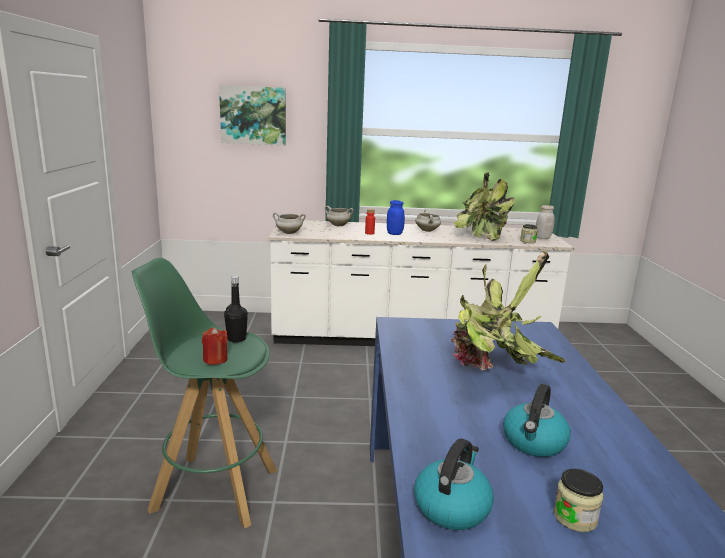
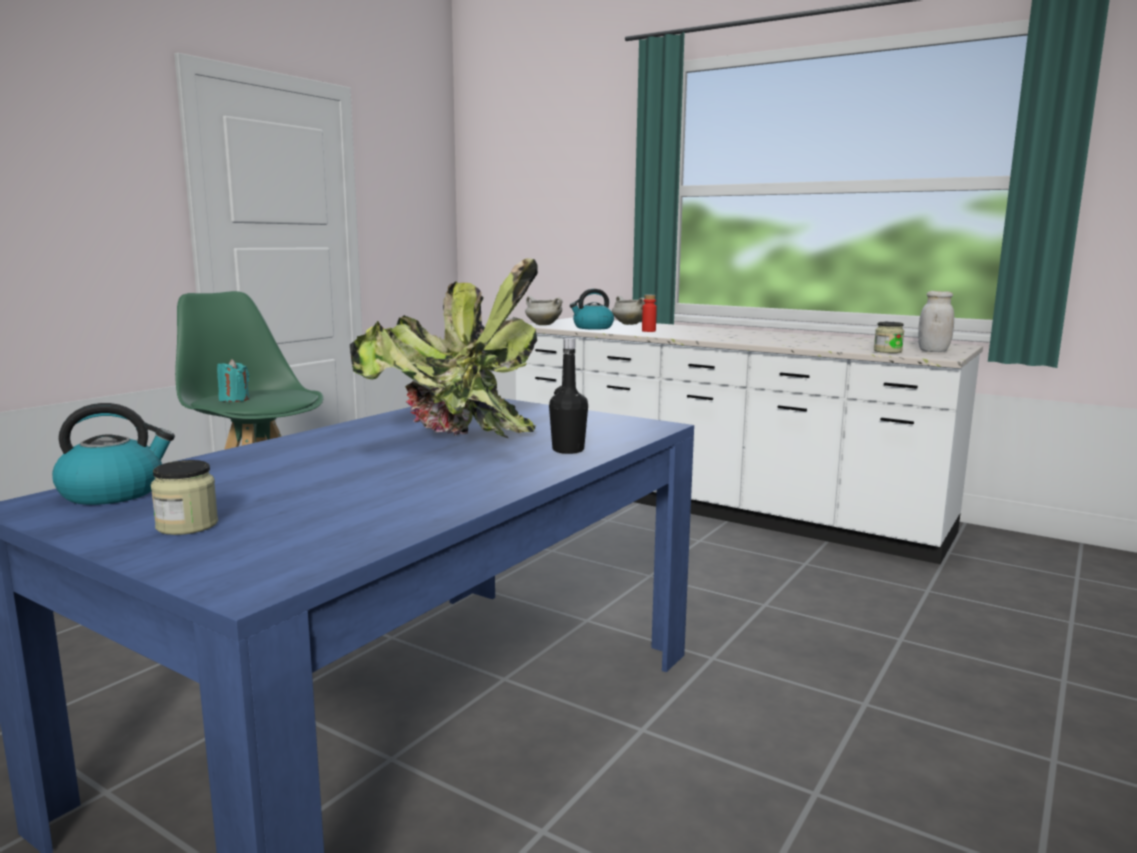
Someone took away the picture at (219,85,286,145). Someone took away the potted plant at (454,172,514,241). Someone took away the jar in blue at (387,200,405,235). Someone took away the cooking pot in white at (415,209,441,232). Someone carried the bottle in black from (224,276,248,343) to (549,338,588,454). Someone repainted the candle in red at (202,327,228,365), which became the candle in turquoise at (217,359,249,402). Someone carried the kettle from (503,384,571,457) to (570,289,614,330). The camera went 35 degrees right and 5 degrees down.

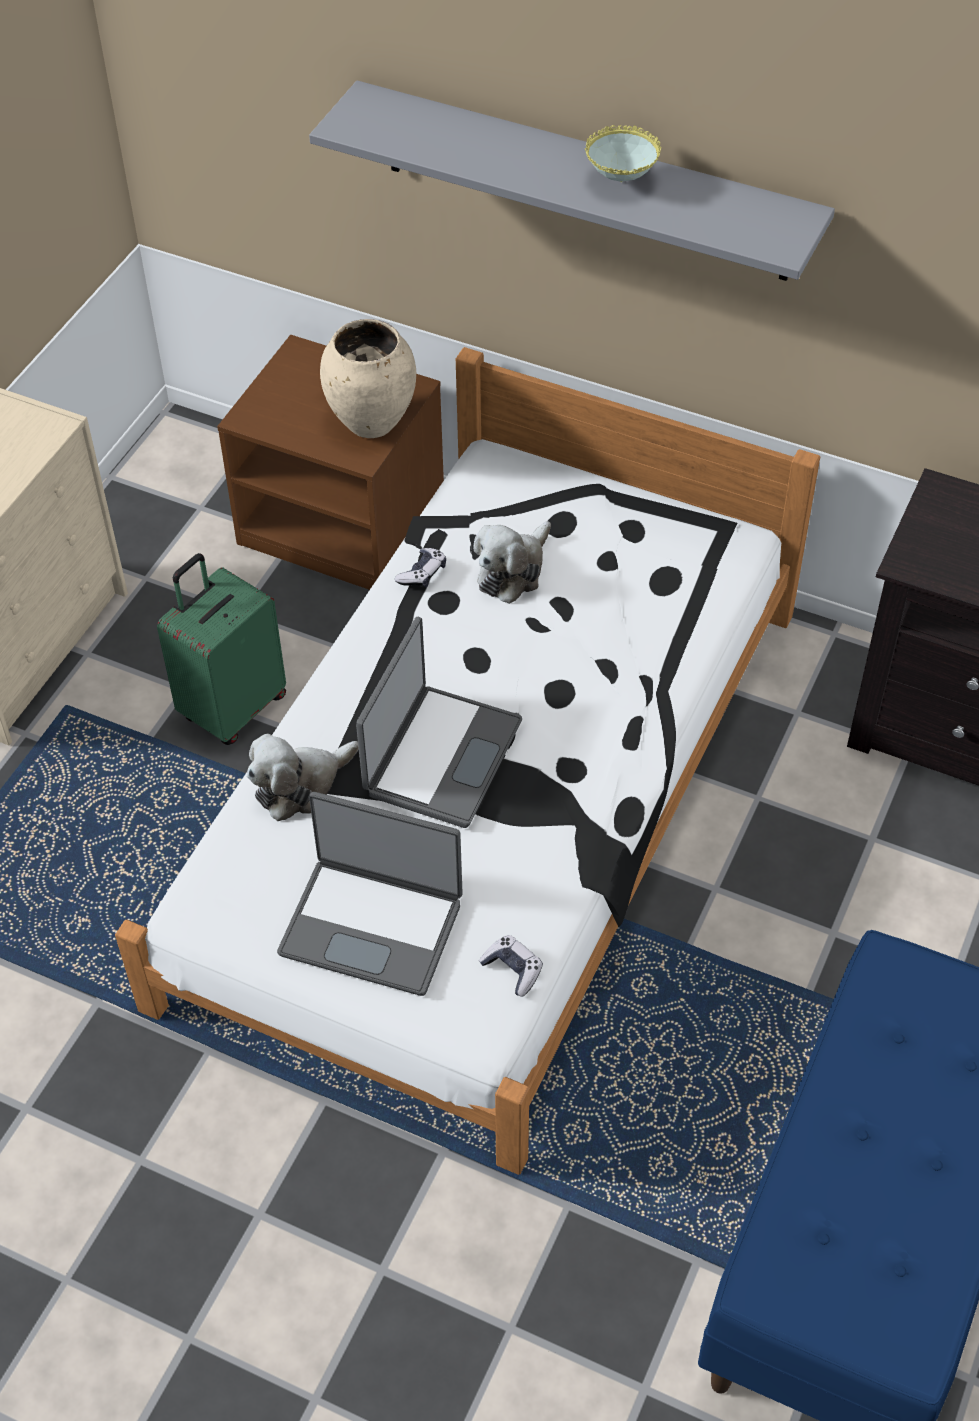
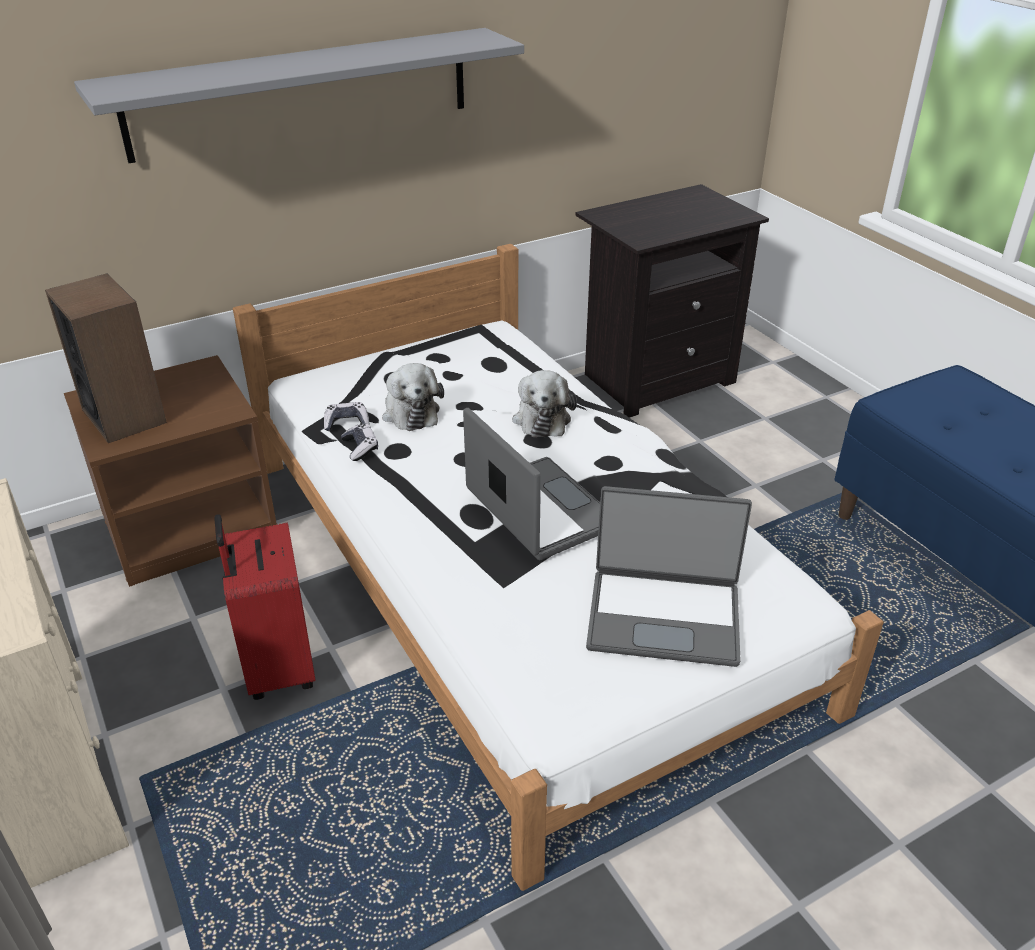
Someone took away the bowl at (585,125,661,182). Someone took away the vase in beige at (320,319,416,438). Someone repainted the suitcase in green at (157,553,286,745), which became the suitcase in red at (214,514,316,700). Someone carried the plush toy from (247,733,359,821) to (512,370,577,437). Someone rotated the laptop at (277,792,463,996) by 45 degrees clockwise. Someone carried the game controller from (479,935,543,997) to (324,402,369,431). Someone put down the speaker at (45,273,167,443). The camera went 55 degrees left and 15 degrees down.

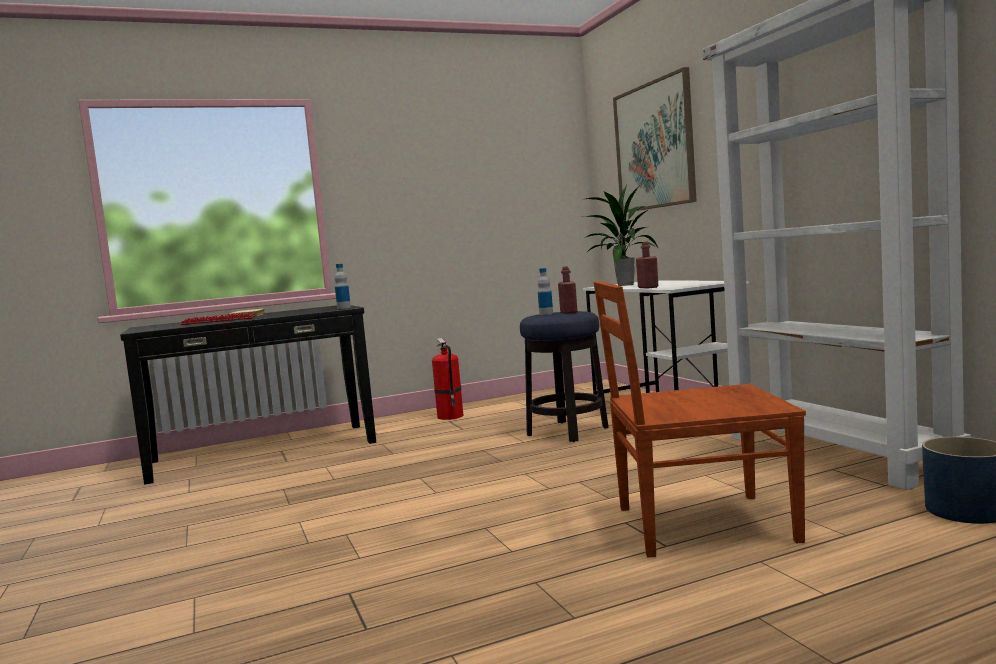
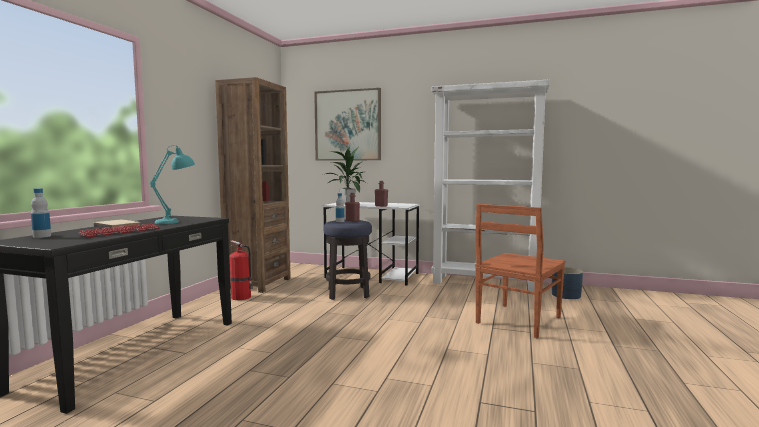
Someone carried the bottle from (335,264,351,309) to (31,188,51,238). Someone put down the bookcase in brown at (215,77,291,293). Someone put down the table lamp in turquoise at (150,145,195,224). The camera went 50 degrees left and 0 degrees up.

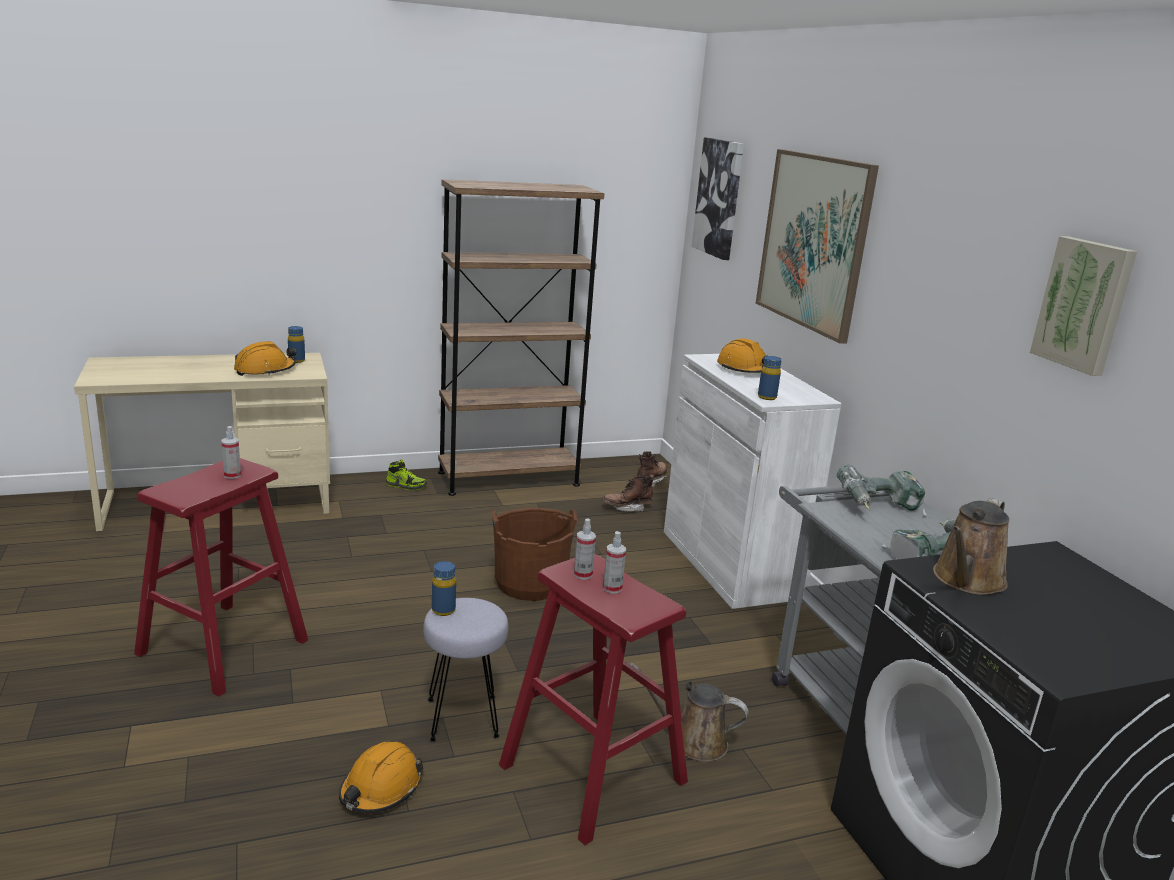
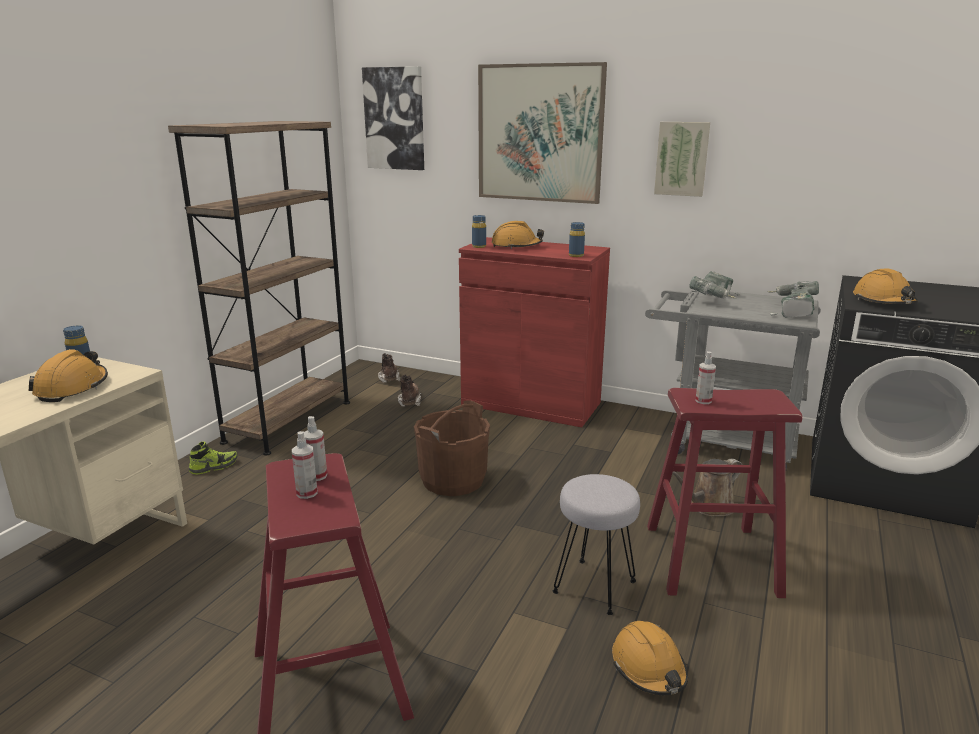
Someone carried the picture from (1030,236,1137,376) to (654,122,710,197). Someone repainted the cabinet in white at (664,354,842,609), which became the cabinet in red at (459,237,610,427). Someone rotated the boot in brown at (602,474,655,511) by 150 degrees clockwise. Someone swapped the watering can in brown at (933,498,1009,595) for the hard hat in orange at (853,269,918,304). Someone carried the spray bottle from (603,531,626,594) to (292,431,318,499). Someone carried the bottle in blue from (432,561,456,616) to (472,215,486,248). The camera went 45 degrees left and 0 degrees up.

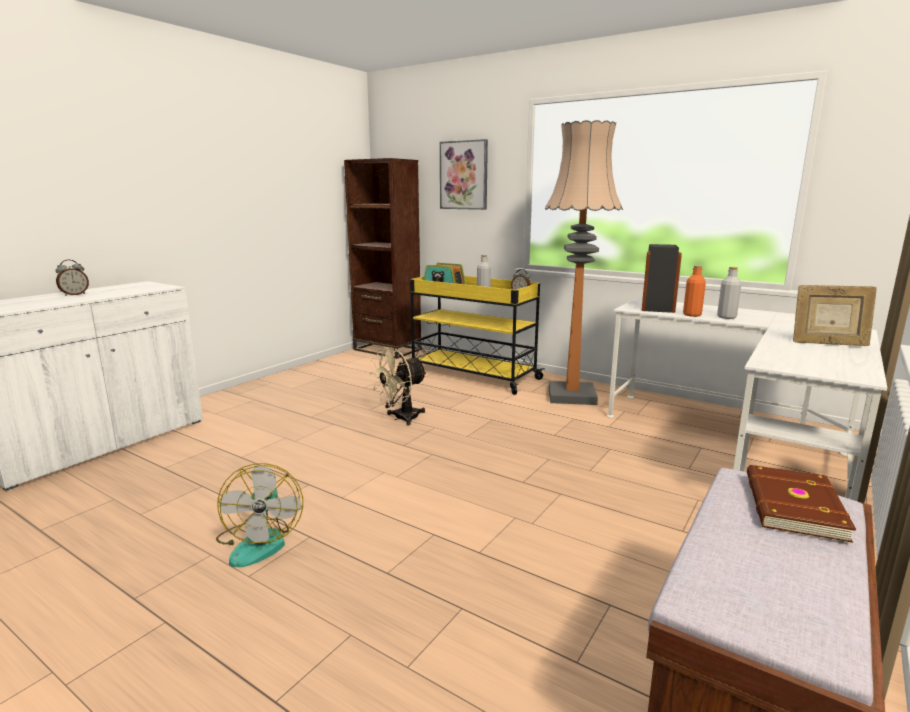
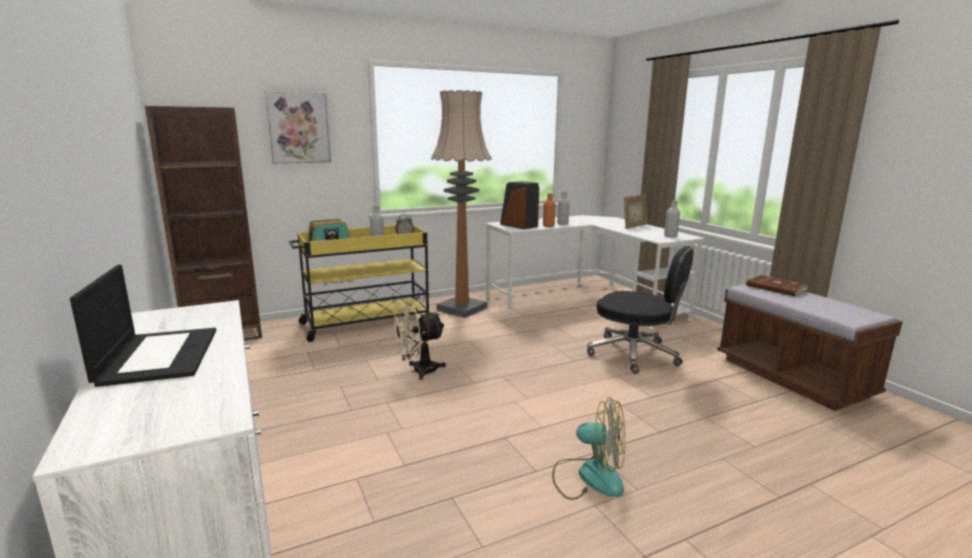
Someone swapped the alarm clock at (56,260,89,296) for the laptop at (70,265,216,387). Someone rotated the fan in beige at (370,347,427,425) by 75 degrees clockwise. Someone put down the bottle in grey at (664,201,680,238). Someone put down the office chair in black at (587,246,693,374). The camera went 60 degrees left and 0 degrees up.

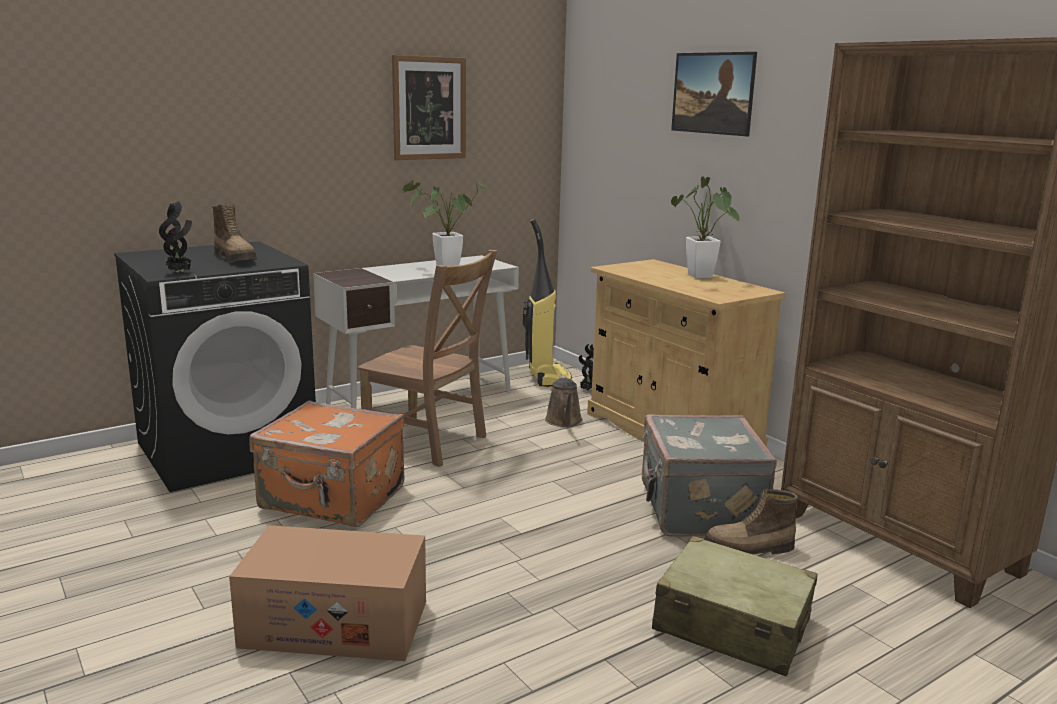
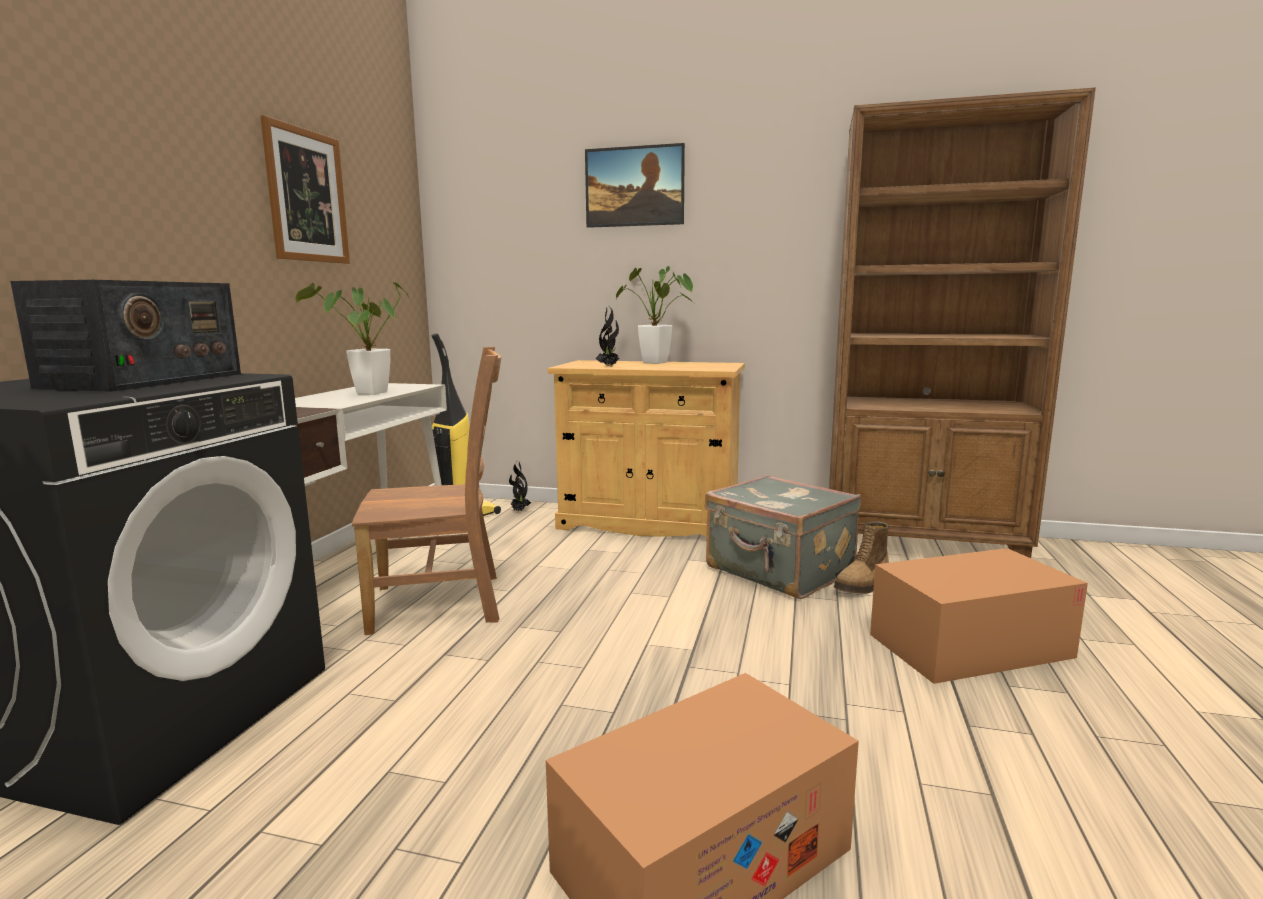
Someone carried the potted plant from (159,201,192,273) to (595,306,619,366). Someone swapped the boot at (212,204,257,262) for the radio at (10,280,241,392). Someone took away the watering can in brown at (545,376,583,427). Someone took away the suitcase in orange at (249,401,405,527). Someone swapped the suitcase in beige at (652,536,818,676) for the cardboard box at (870,548,1088,684). The camera went 40 degrees left and 5 degrees down.

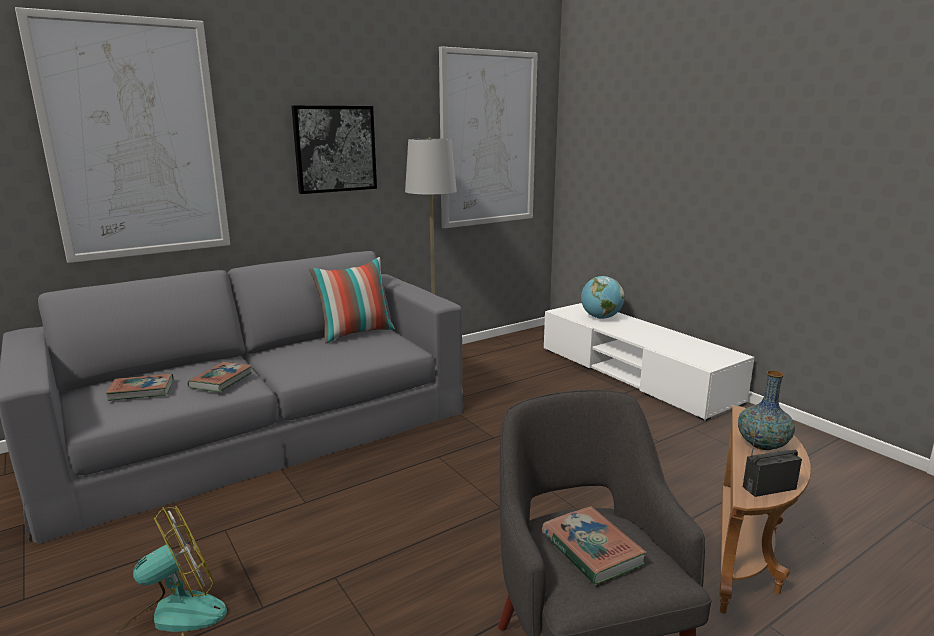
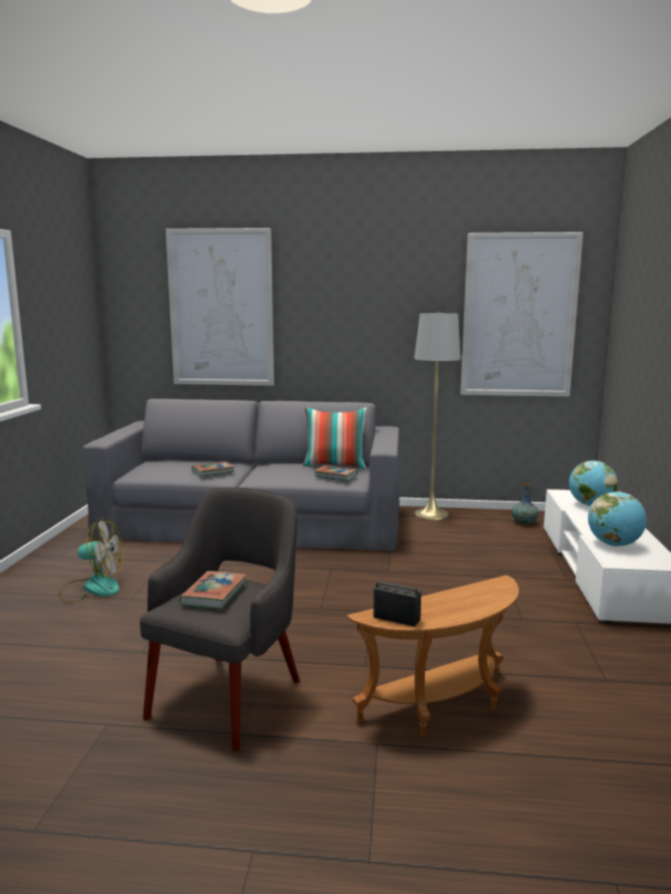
Someone took away the picture at (291,106,377,194). Someone carried the vase from (738,370,795,450) to (512,483,539,525). Someone carried the book from (105,374,174,401) to (314,465,358,481). Someone put down the globe at (588,492,647,546). The camera went 40 degrees right and 5 degrees down.

